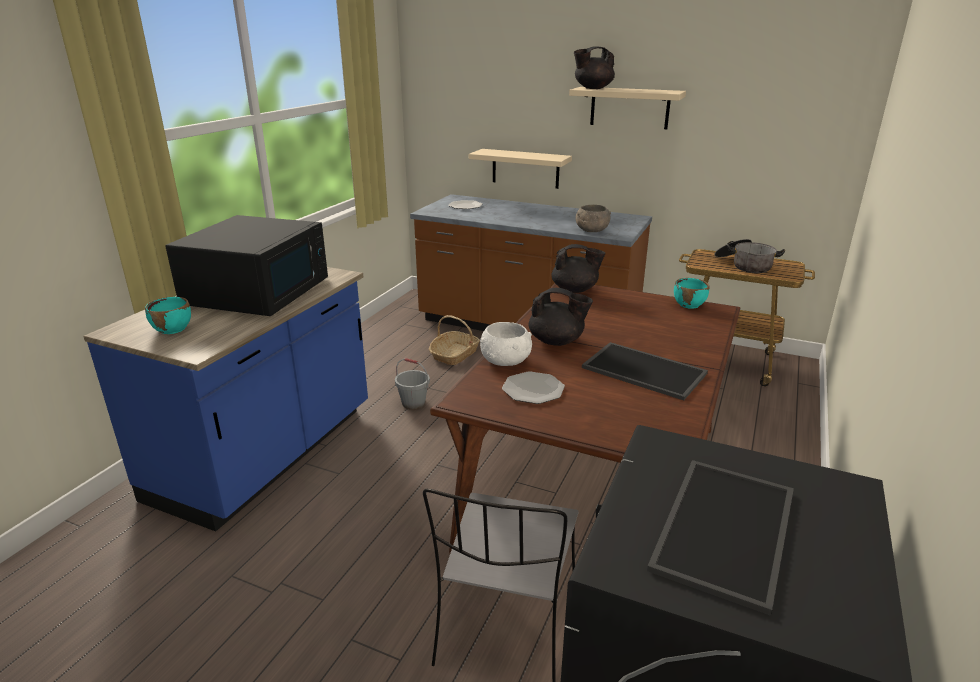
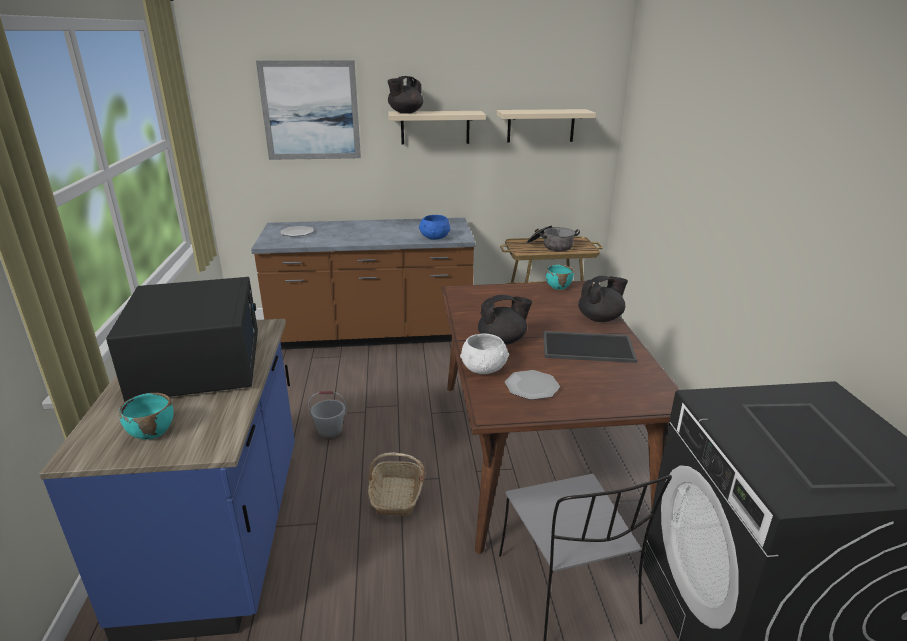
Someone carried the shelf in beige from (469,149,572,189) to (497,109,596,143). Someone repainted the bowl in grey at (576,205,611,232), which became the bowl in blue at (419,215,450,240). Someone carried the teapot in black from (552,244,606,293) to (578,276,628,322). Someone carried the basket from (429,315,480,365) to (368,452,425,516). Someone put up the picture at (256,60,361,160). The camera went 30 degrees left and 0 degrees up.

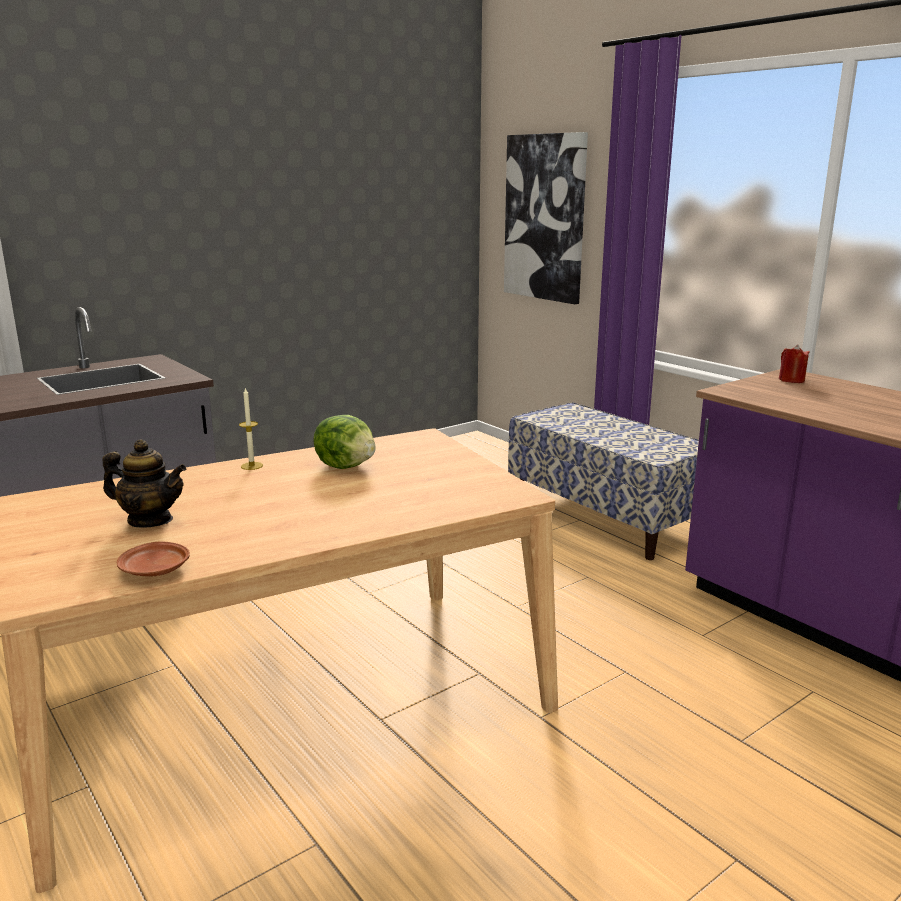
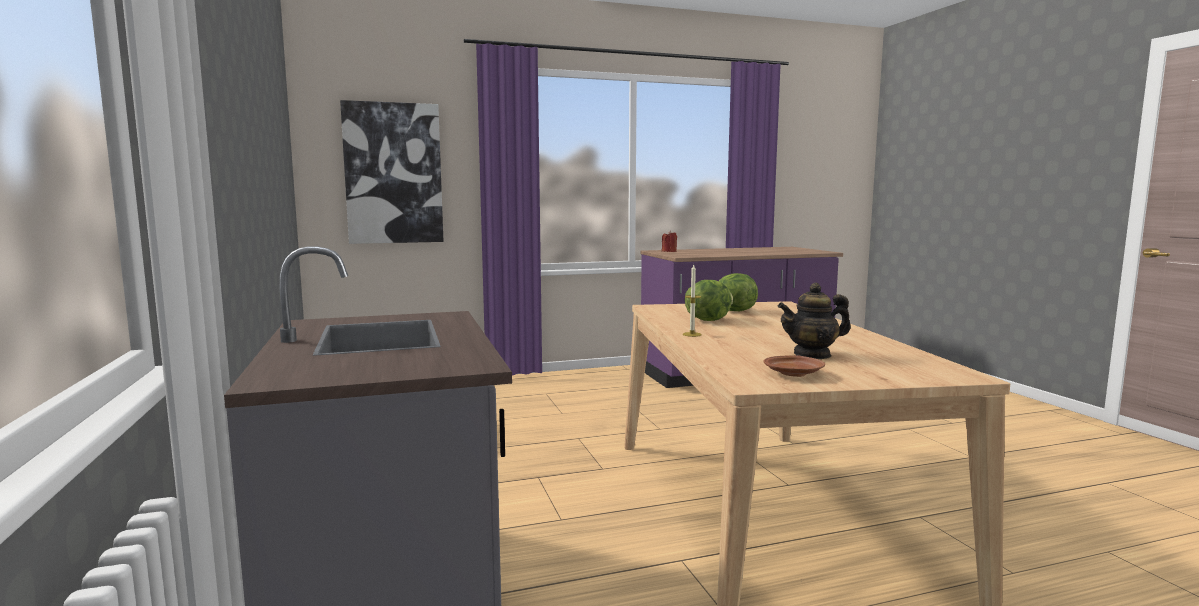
Someone took away the bench at (508,402,699,560). Someone rotated the teapot at (103,439,186,528) by 135 degrees counterclockwise. Someone carried the plate in brown from (117,542,190,576) to (764,355,825,377). Someone put down the lettuce at (719,273,758,311). The camera went 70 degrees left and 10 degrees down.

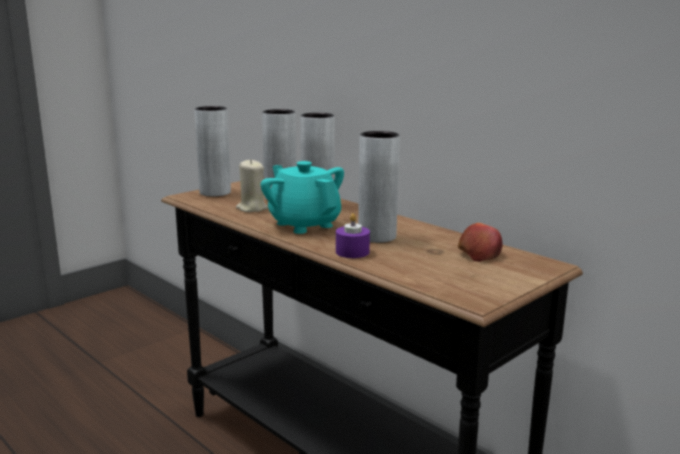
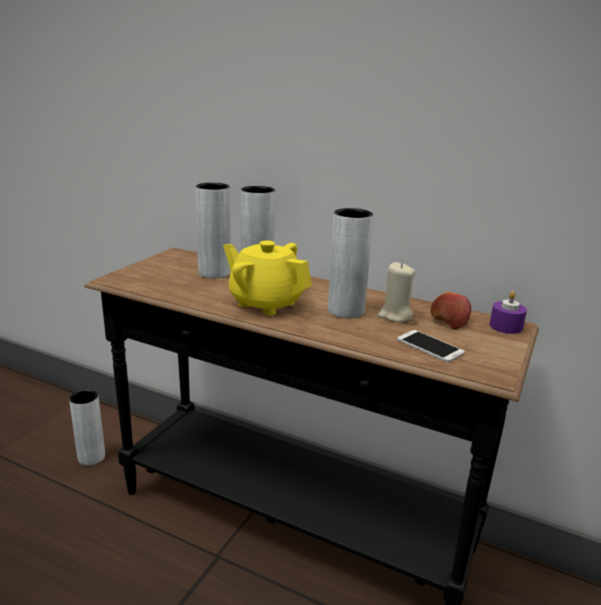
Someone carried the vase in grey from (194,106,231,197) to (69,390,105,465). Someone carried the candle in beige from (236,159,268,212) to (378,262,415,322). Someone repainted the teapot in turquoise at (261,161,344,234), which became the teapot in yellow at (223,240,312,316). Someone carried the candle in purple from (336,213,370,258) to (490,291,527,334). Someone put down the phone at (397,330,465,362). The camera went 20 degrees left and 5 degrees up.

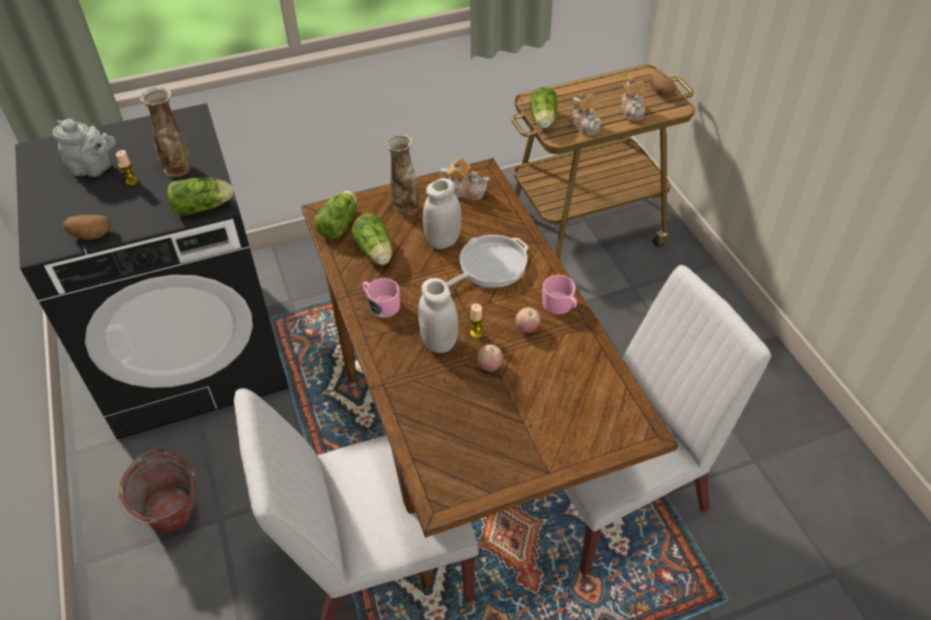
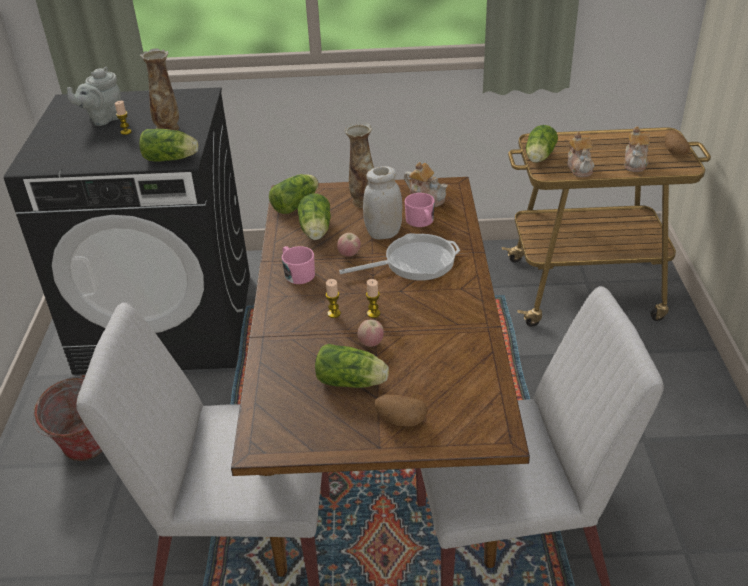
Someone rotated the teapot in grey at (53,119,116,177) by 105 degrees clockwise. Someone carried the potato from (63,215,111,240) to (375,395,427,427). Someone carried the mug in pink from (542,275,577,314) to (405,193,435,227). Someone swapped the jar in white at (418,278,458,353) for the candle at (325,279,341,318). Someone carried the apple from (515,307,540,333) to (337,233,361,257). Someone put down the lettuce at (315,344,389,388). The camera went 20 degrees right and 10 degrees down.

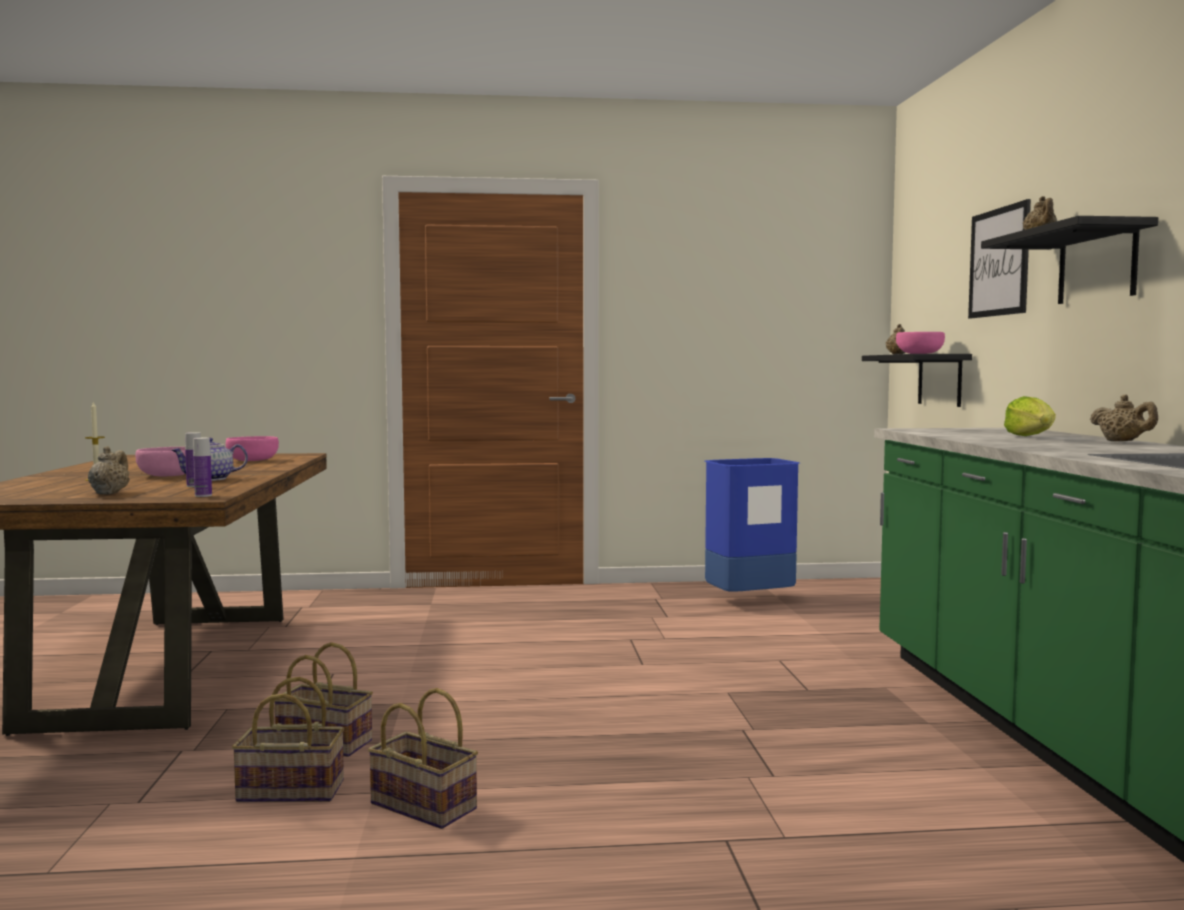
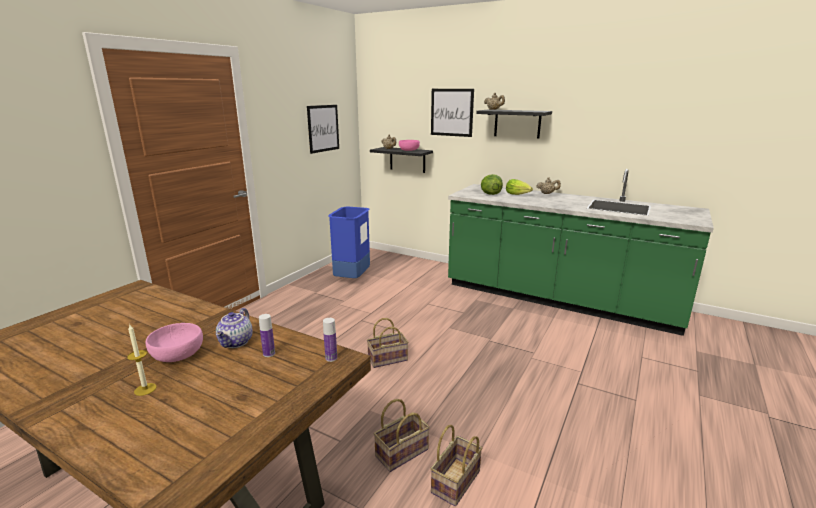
Someone took away the bowl in pink at (226,436,279,461). Someone took away the teapot in beige at (88,446,130,495). Someone carried the basket from (368,688,478,829) to (367,318,408,368). Someone put up the picture at (307,105,339,154). Someone put down the lettuce at (481,174,503,195). The camera went 55 degrees left and 15 degrees up.

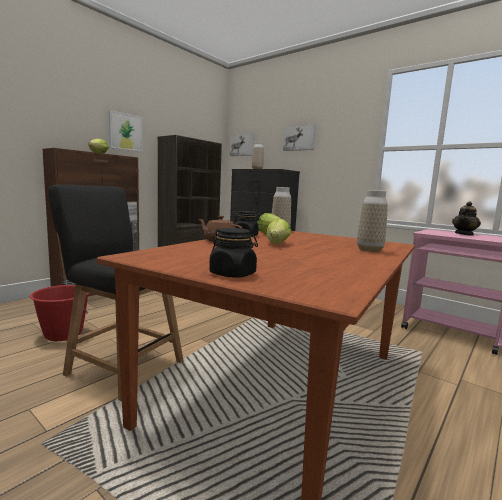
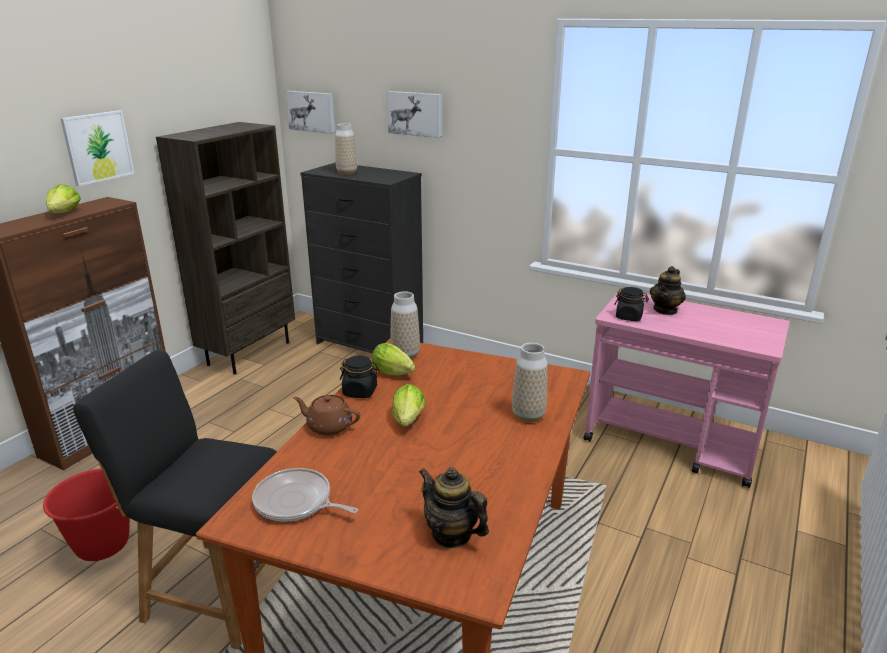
Someone carried the jar in black from (209,228,258,278) to (614,287,649,321). Someone put down the teapot at (419,467,489,548). Someone put down the frying pan at (252,468,358,522). The camera went 10 degrees left and 15 degrees up.

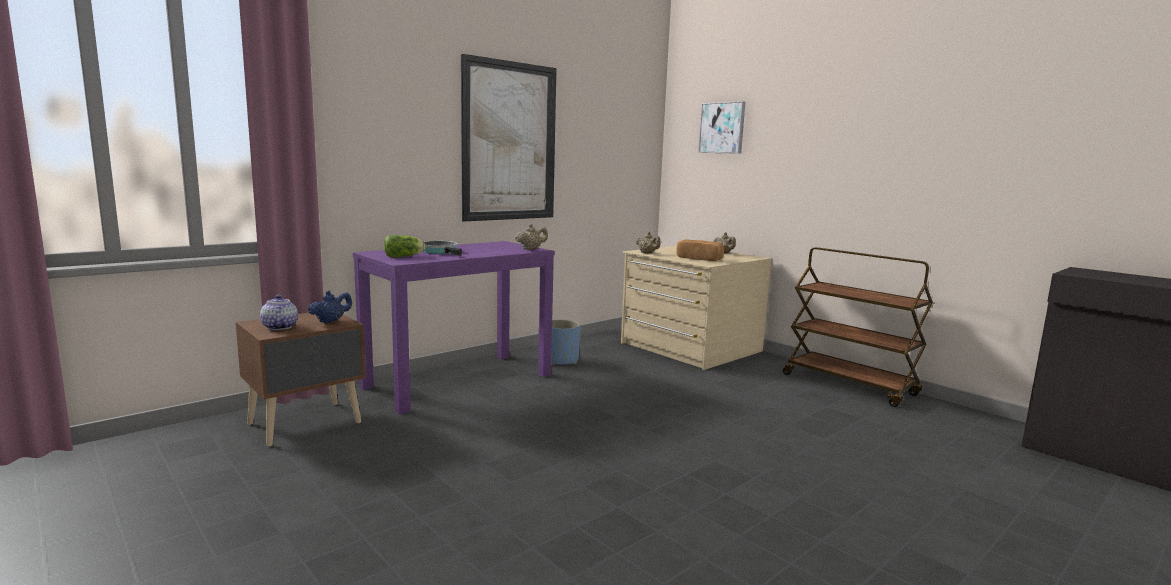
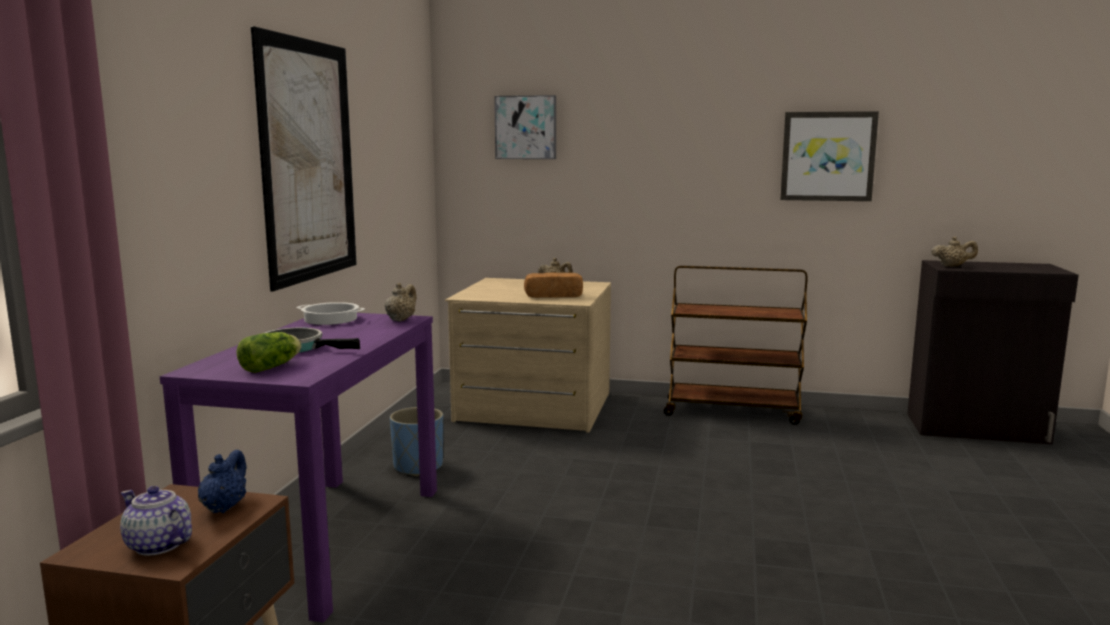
Someone carried the teapot in beige from (636,232,661,253) to (931,236,978,267). Someone put up the picture at (780,111,879,201). Someone put down the cooking pot at (297,302,365,325). The camera went 35 degrees left and 0 degrees up.

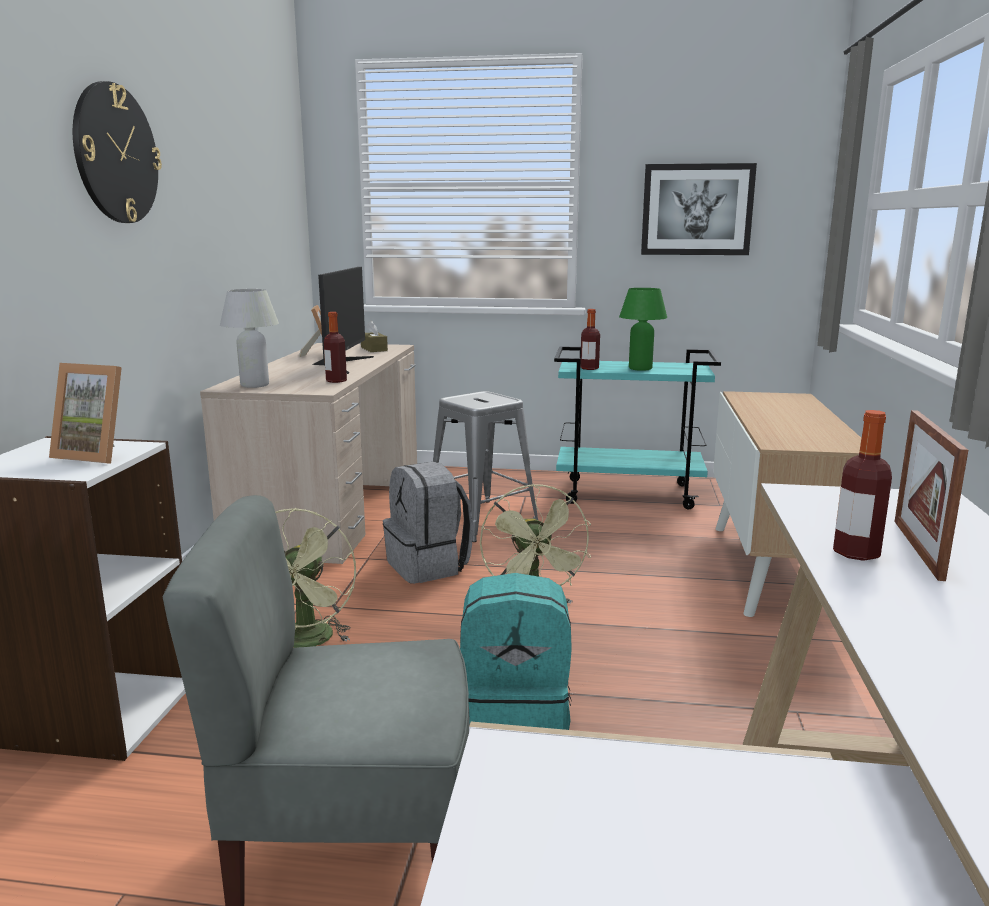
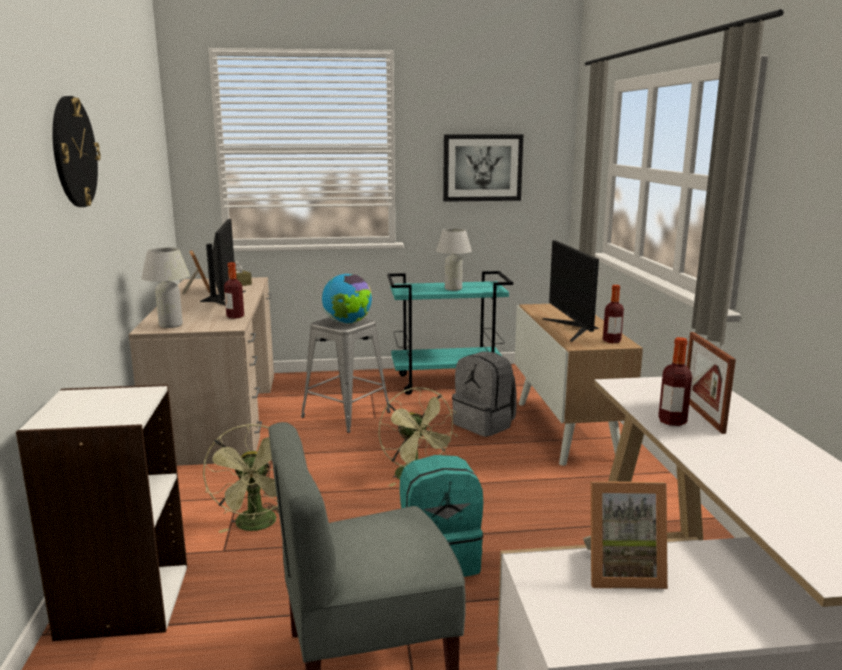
Someone repainted the table lamp in green at (619,288,667,371), which became the table lamp in white at (436,228,472,291). Someone carried the bottle from (580,309,600,370) to (603,285,624,343). Someone carried the picture frame from (49,363,122,464) to (583,481,668,589). Someone carried the backpack in grey from (383,462,473,584) to (452,351,517,437). Someone put down the monitor at (543,240,599,342). Someone put down the globe at (322,274,372,324). The camera went 15 degrees left and 0 degrees up.

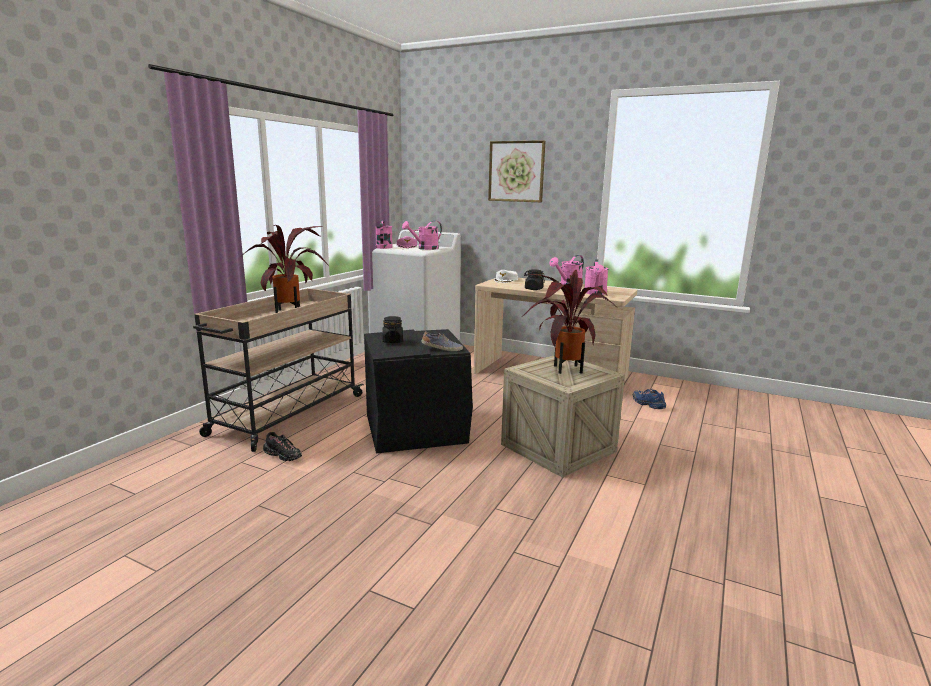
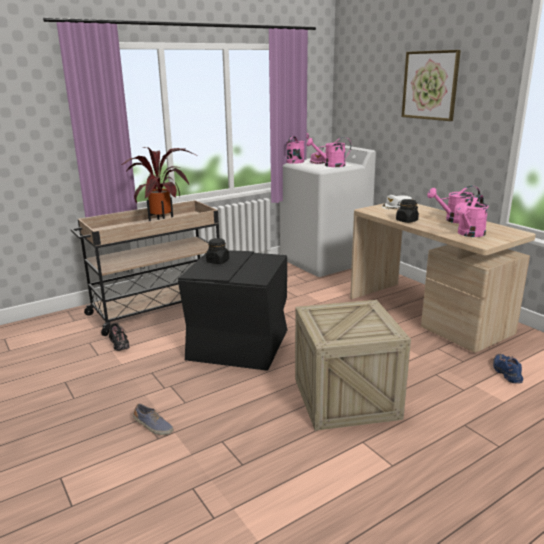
Someone took away the potted plant at (522,270,617,374). Someone carried the shoe from (422,331,463,351) to (133,404,174,435). The camera went 30 degrees right and 5 degrees up.

